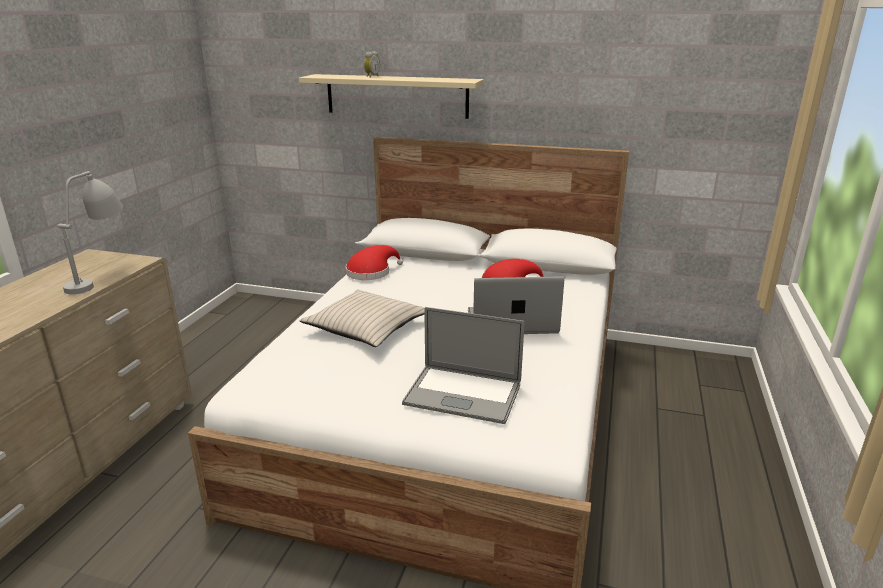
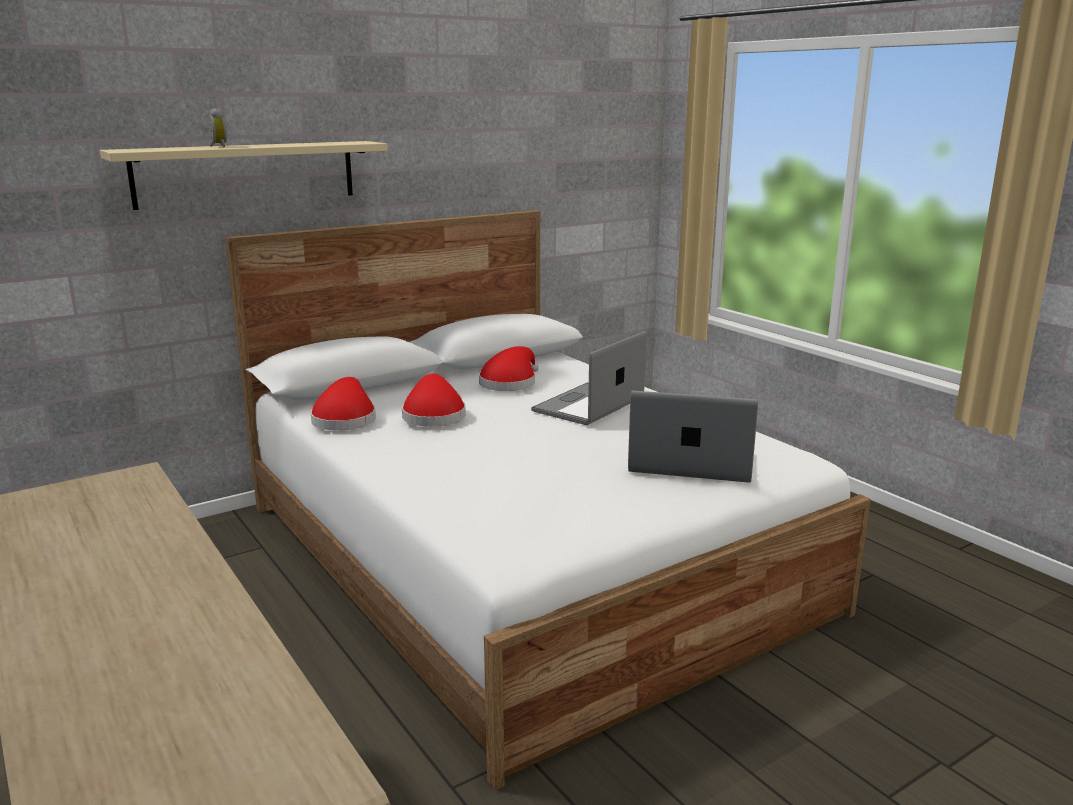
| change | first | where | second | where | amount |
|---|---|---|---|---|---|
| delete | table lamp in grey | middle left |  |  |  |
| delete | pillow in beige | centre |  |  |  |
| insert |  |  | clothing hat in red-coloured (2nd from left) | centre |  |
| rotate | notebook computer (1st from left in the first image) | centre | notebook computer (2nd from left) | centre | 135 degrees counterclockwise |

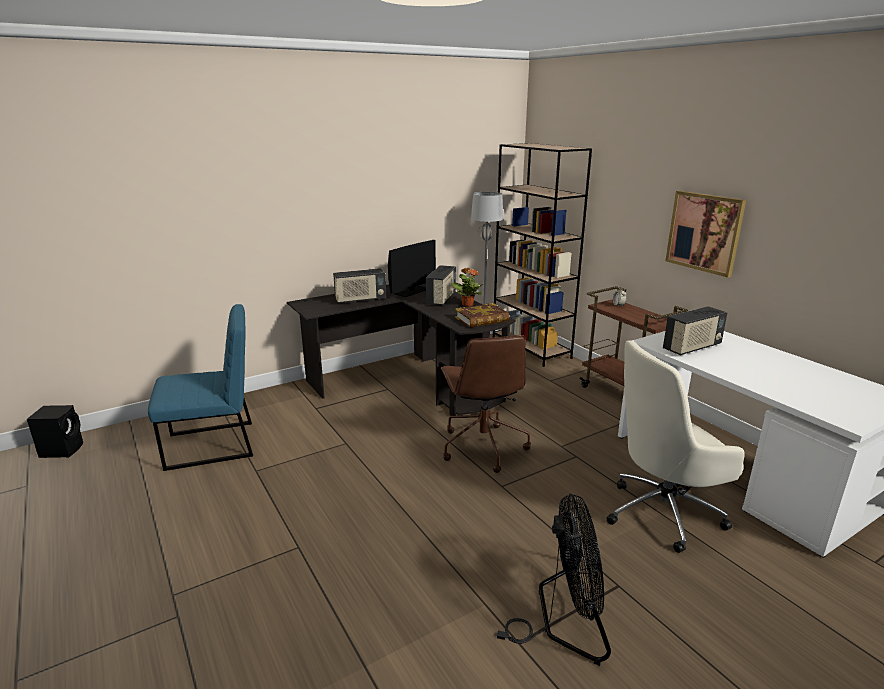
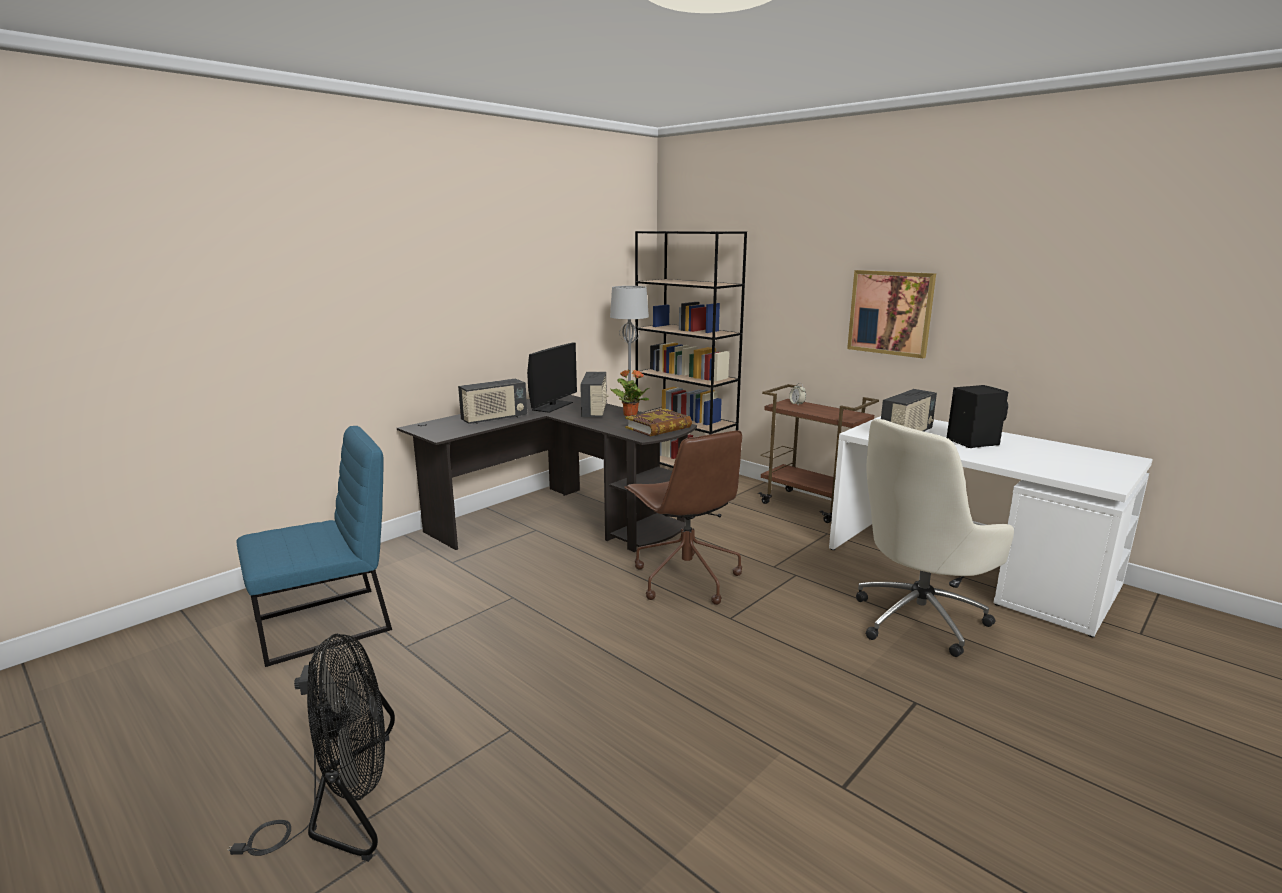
| change | first | where | second | where | amount |
|---|---|---|---|---|---|
| move | audio speaker in black | middle left |  | middle right |  |
| move | electric fan in black | bottom centre |  | bottom left |  |

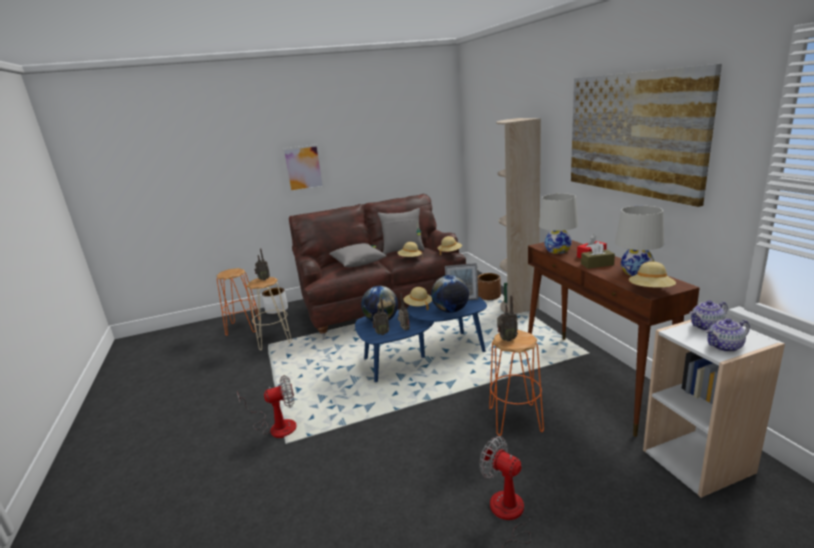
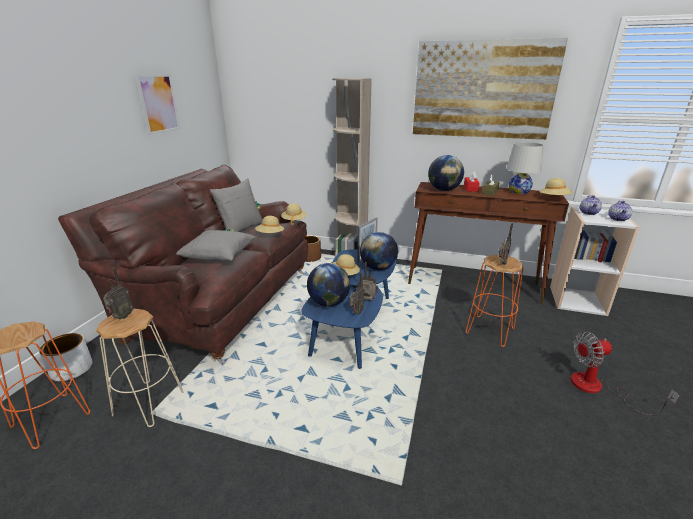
| change | first | where | second | where | amount |
|---|---|---|---|---|---|
| delete | electric fan (1st from left) | bottom left |  |  |  |
| move | wall picture (1st from left) | top centre |  | top left |  |
| replace | table lamp in white-coloured (1st from left) | middle right | desk globe (3rd from left) | centre |  |

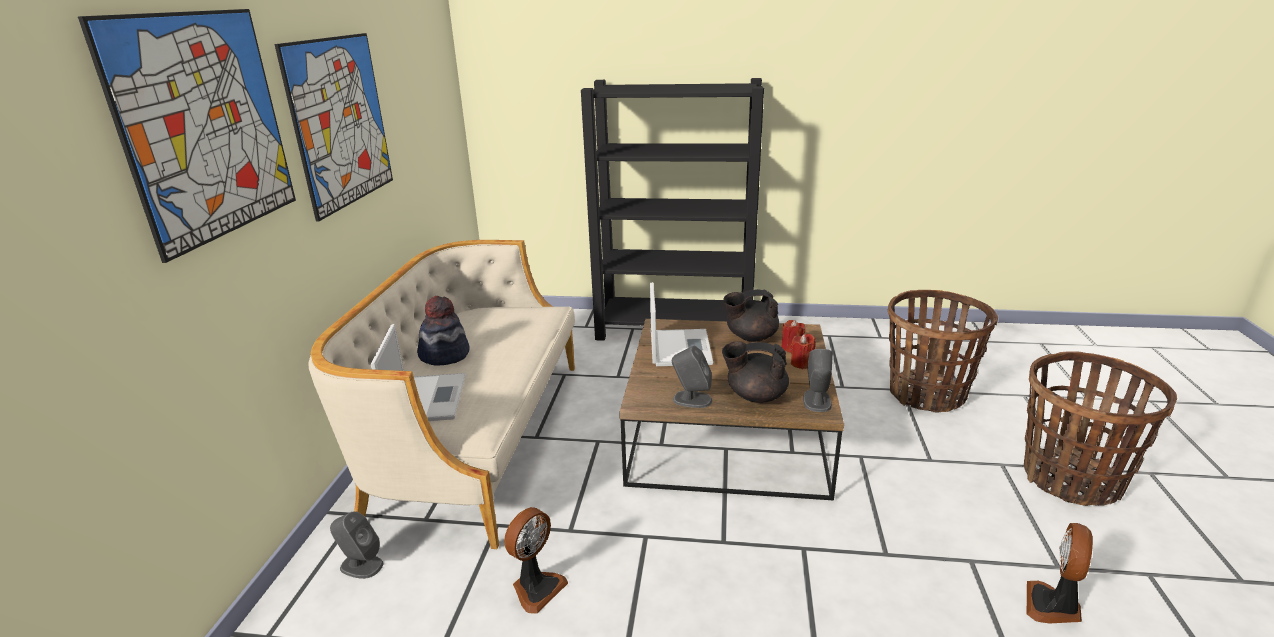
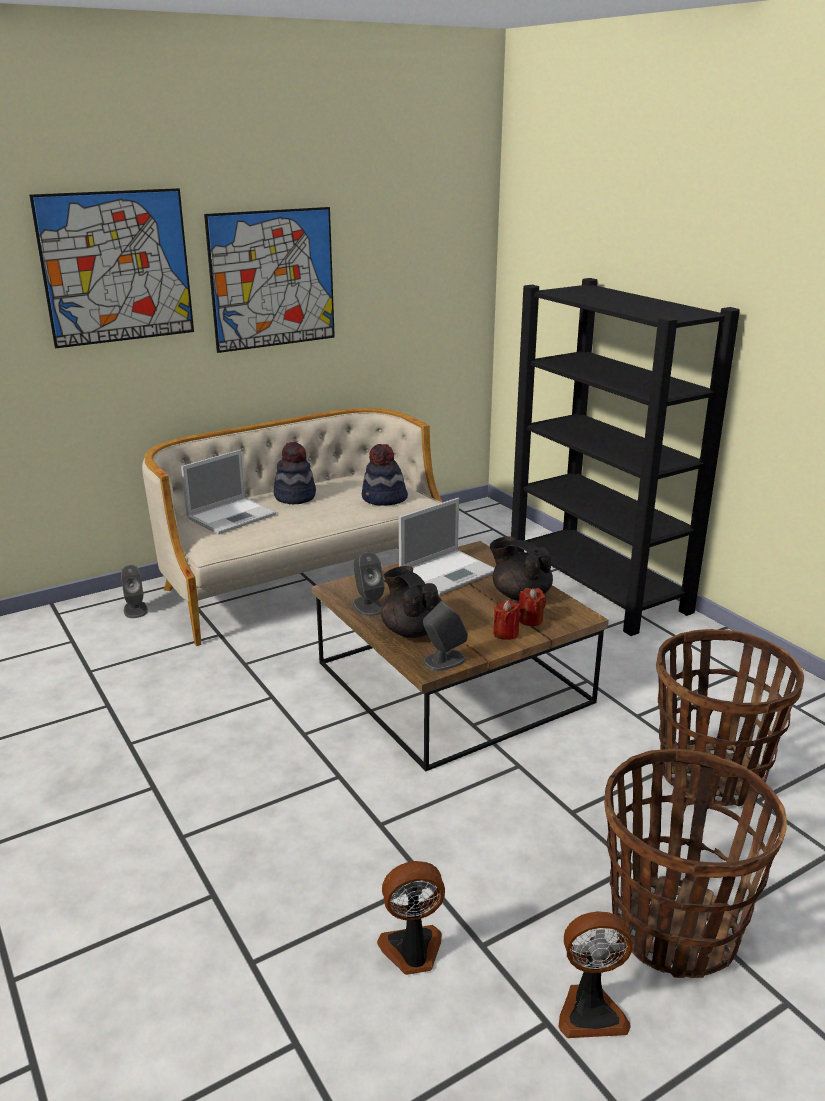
| change | first | where | second | where | amount |
|---|---|---|---|---|---|
| insert |  |  | clothing hat (2nd from left) | centre |  |
| move | electric fan (1st from left in the first image) | bottom centre | electric fan (2nd from left) | bottom right |  |

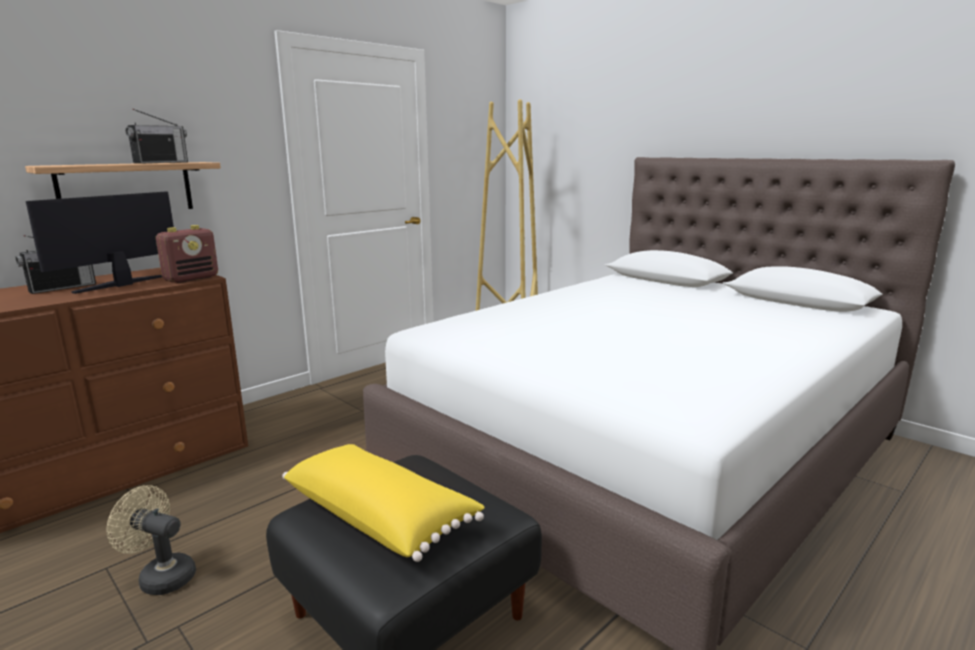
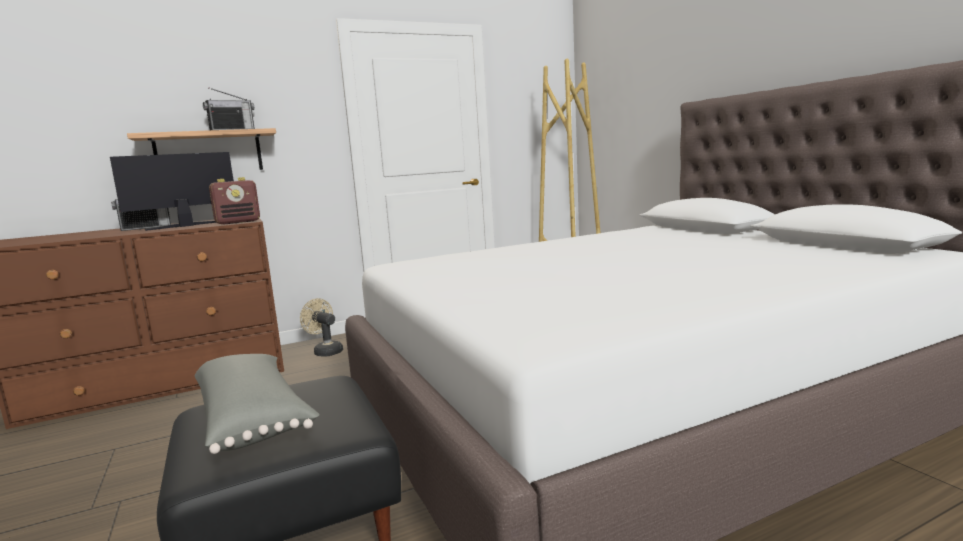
| change | first | where | second | where | amount |
|---|---|---|---|---|---|
| move | electric fan in beige | bottom left |  | centre |  |
| recolor | pillow in yellow-coloured | bottom centre | pillow in grey | bottom left |  |

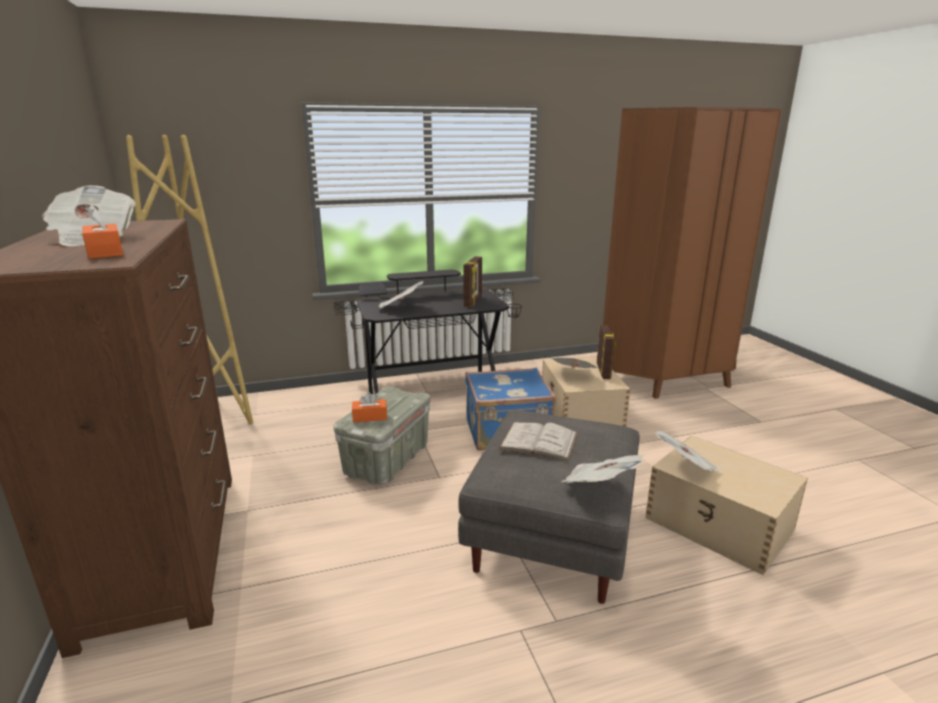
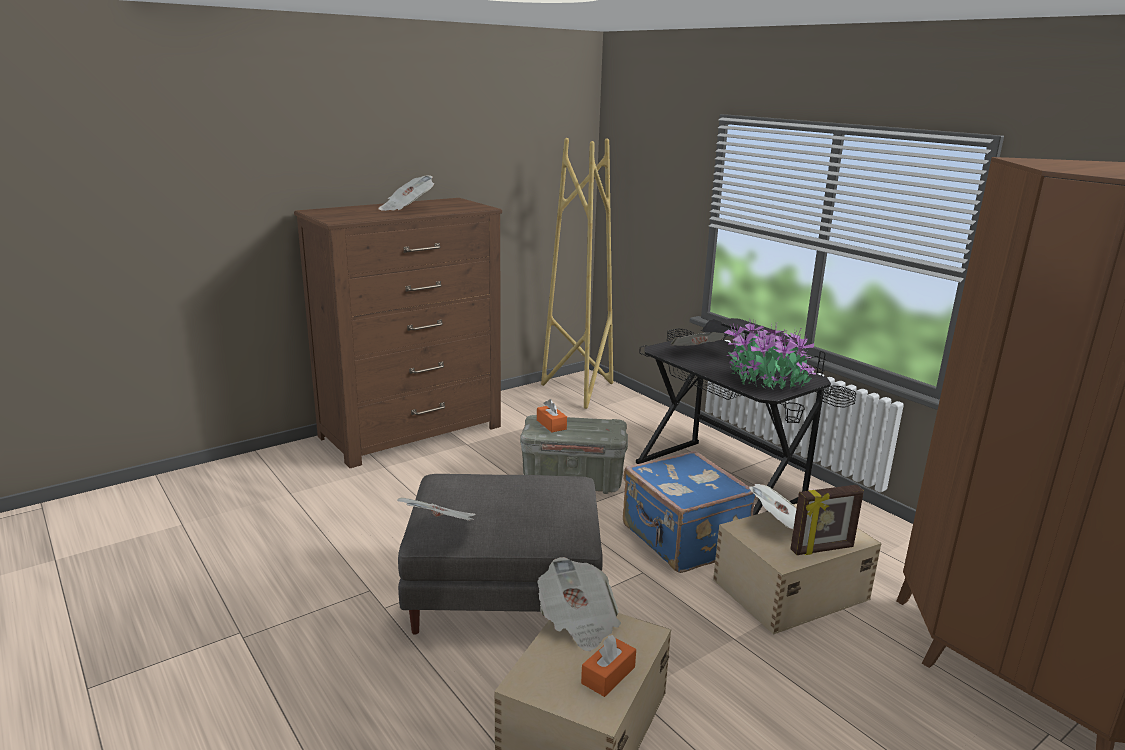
| change | first | where | second | where | amount |
|---|---|---|---|---|---|
| delete | book in white-coloured | centre |  |  |  |
| move | box of tissues in orange (1st from left in the first image) | top left | box of tissues in orange (2nd from left) | bottom centre |  |
| replace | picture frame (1st from left) | centre | plant in a pot | middle right |  |

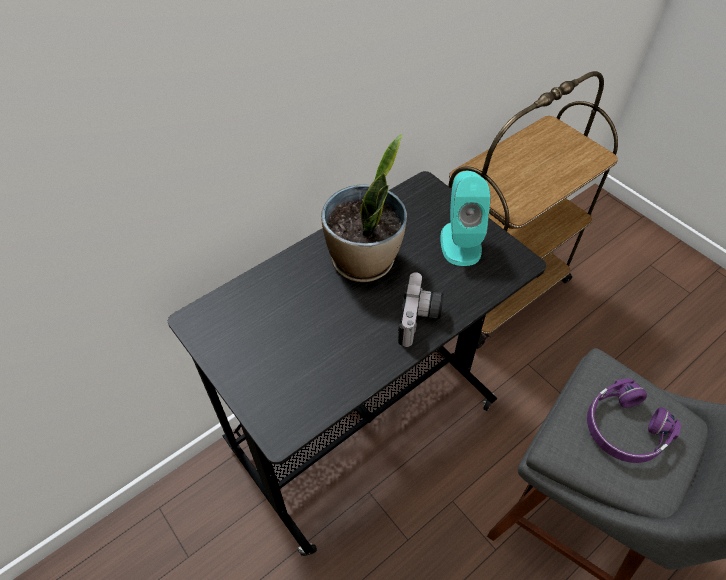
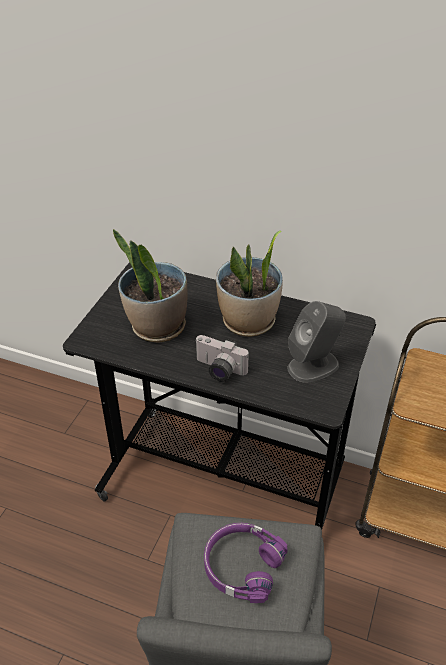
| change | first | where | second | where | amount |
|---|---|---|---|---|---|
| insert |  |  | plant in a pot (1st from left) | centre |  |
| recolor | audio speaker in blue-green | centre | audio speaker in grey | middle right |  |
| rotate | still camera | centre |  | centre | 45 degrees clockwise |

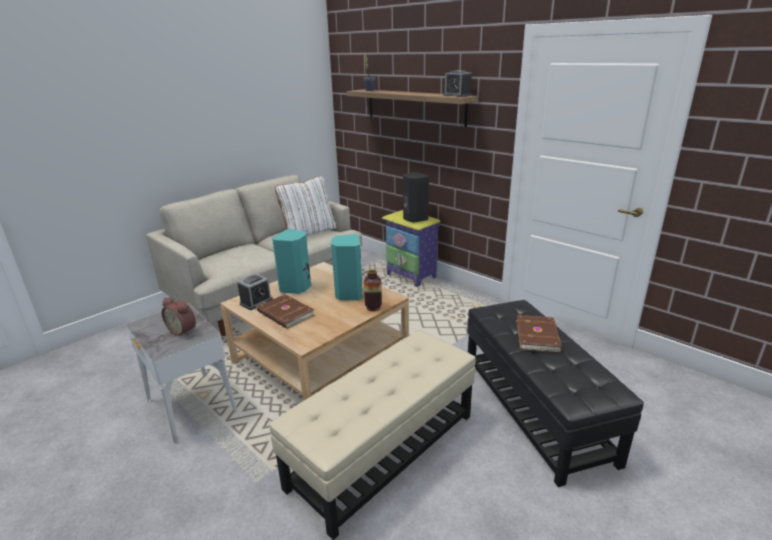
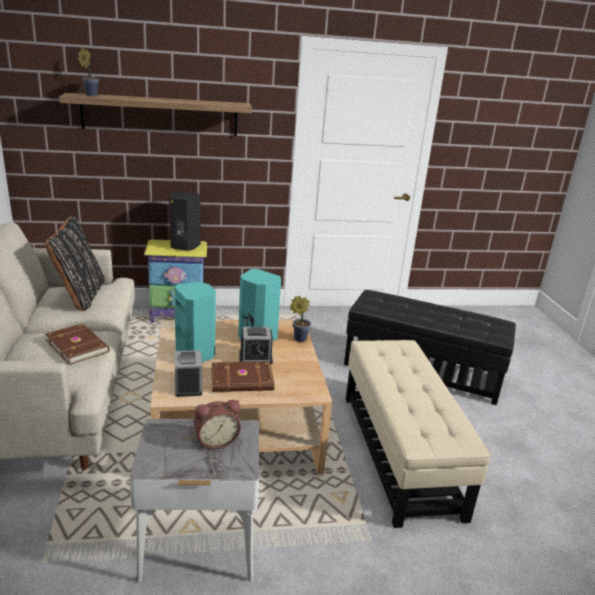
| change | first | where | second | where | amount |
|---|---|---|---|---|---|
| move | alarm clock (3rd from left) | top centre |  | centre |  |
| move | book in brown-coloured (2nd from left in the first image) | middle right | book in brown-coloured (1st from left) | middle left |  |
| replace | flower vase | centre | plant in a pot (2nd from left) | centre |  |
| recolor | pillow in white-coloured | centre | pillow in black | middle left |  |

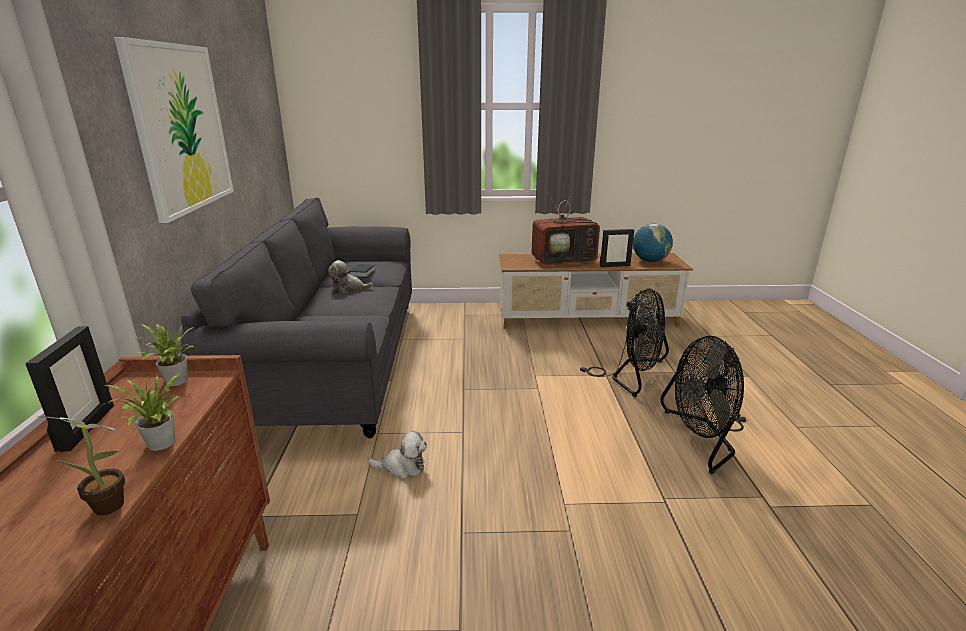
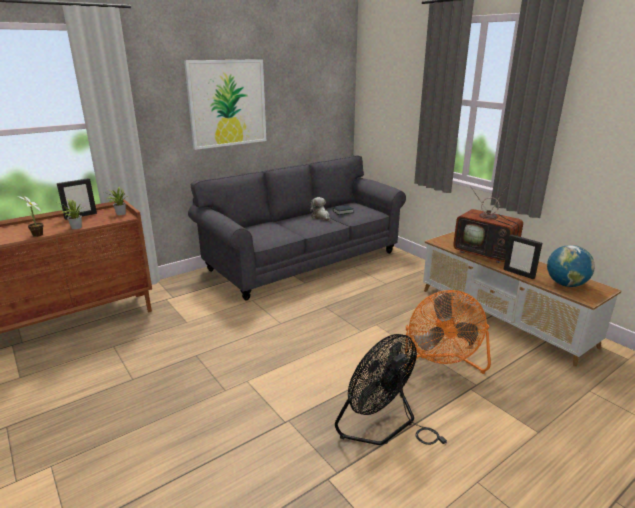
| change | first | where | second | where | amount |
|---|---|---|---|---|---|
| delete | cuddly toy (2nd from left) | bottom centre |  |  |  |
| recolor | electric fan in black (1st from left) | centre | electric fan in orange | middle right |  |

